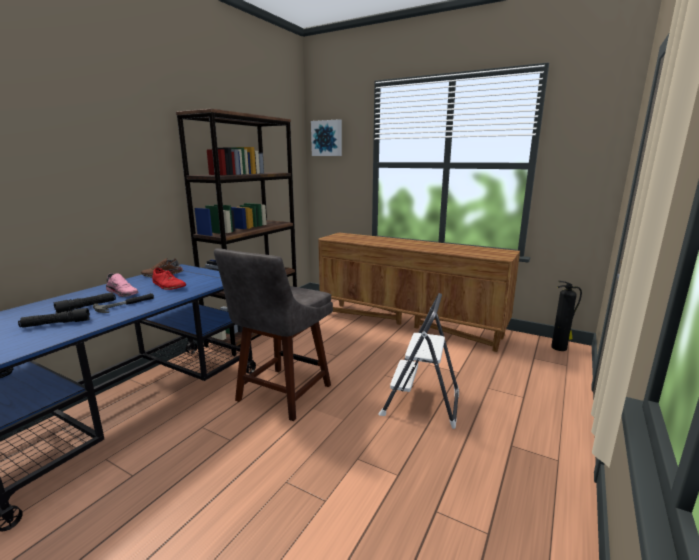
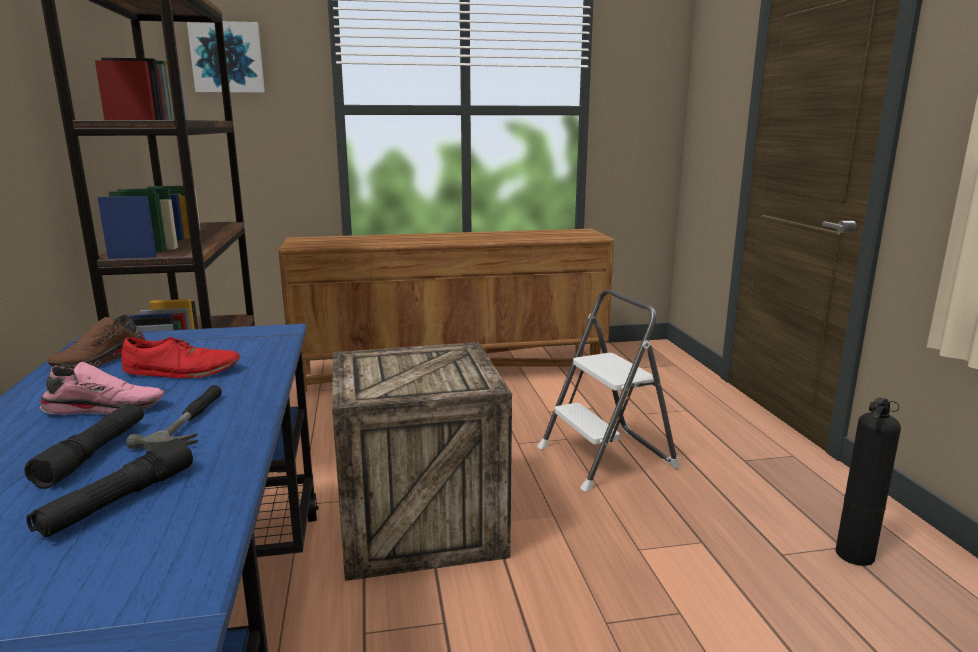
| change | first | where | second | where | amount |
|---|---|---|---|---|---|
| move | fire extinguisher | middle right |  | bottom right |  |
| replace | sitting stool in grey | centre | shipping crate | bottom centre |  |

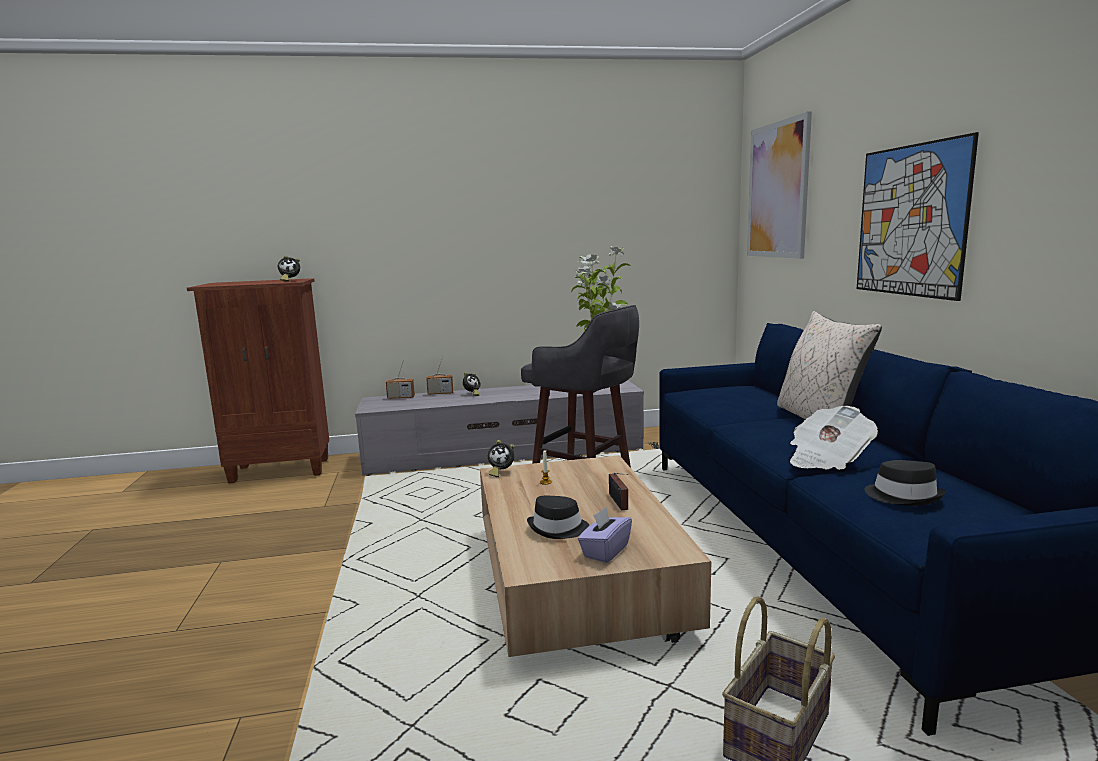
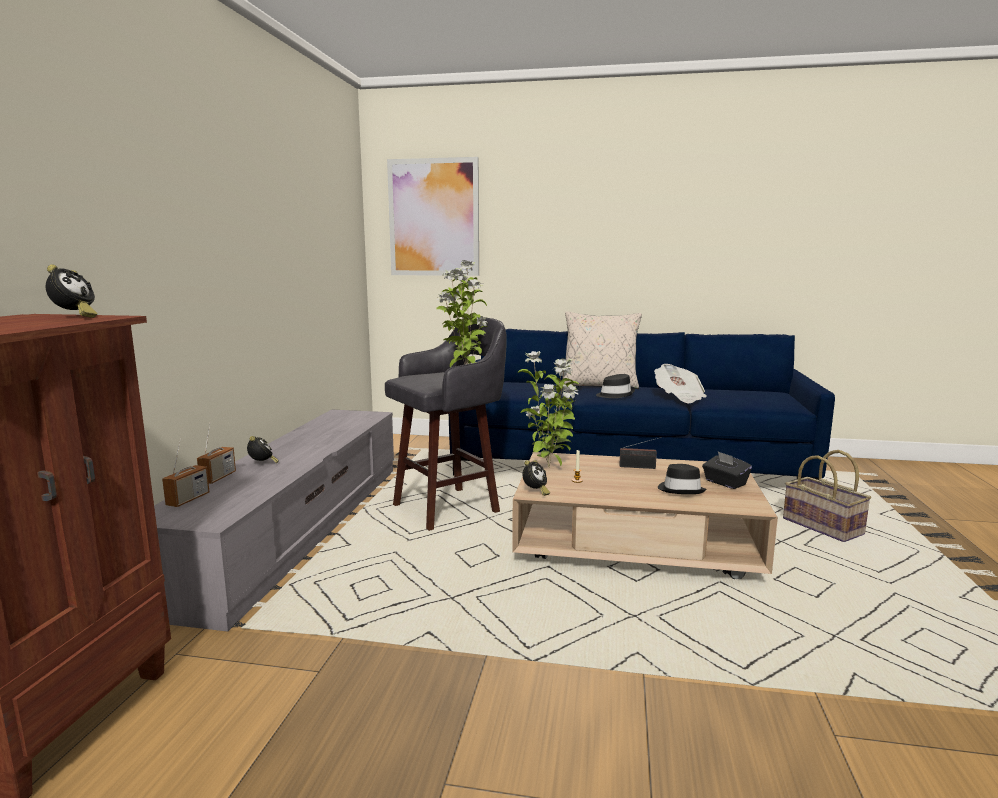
| change | first | where | second | where | amount |
|---|---|---|---|---|---|
| delete | wall picture (2nd from left) | top right |  |  |  |
| insert |  |  | plant in a pot (2nd from left) | centre |  |
| move | clothing hat in black (2nd from left in the first image) | middle right | clothing hat in black (1st from left) | centre |  |
| recolor | box of tissues in purple | bottom centre | box of tissues in black | middle right |  |

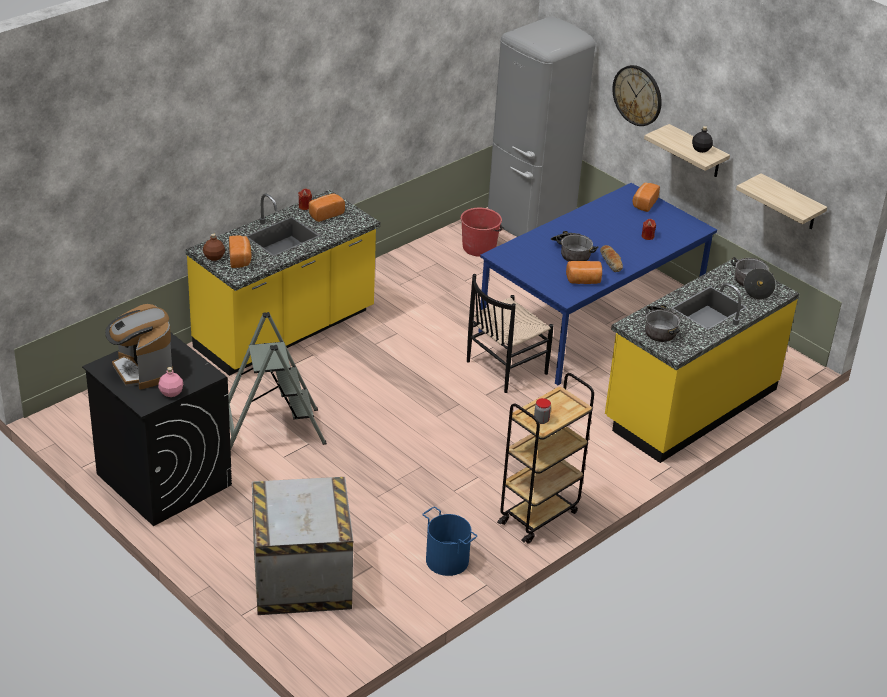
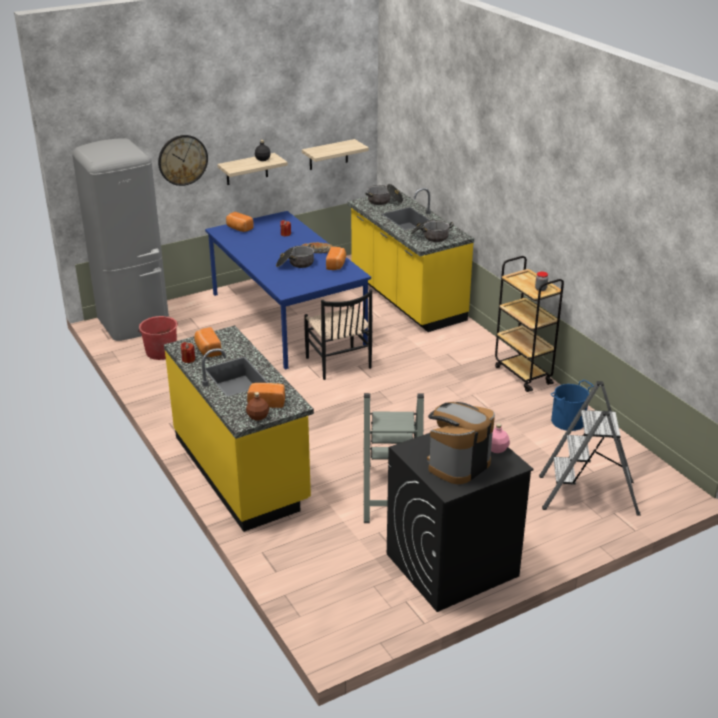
| change | first | where | second | where | amount |
|---|---|---|---|---|---|
| replace | shipping crate | bottom centre | stepladder in grey (2nd from left) | middle right |  |
| rotate | coffee brewer | middle left |  | centre | 150 degrees clockwise |

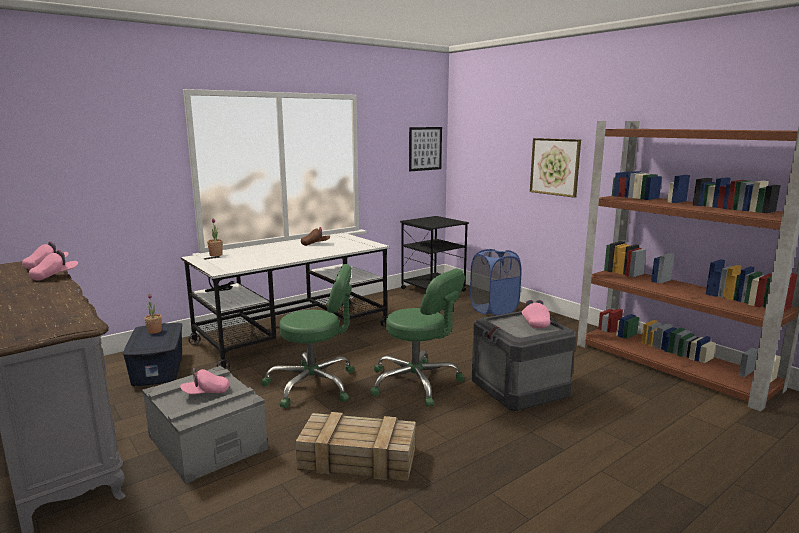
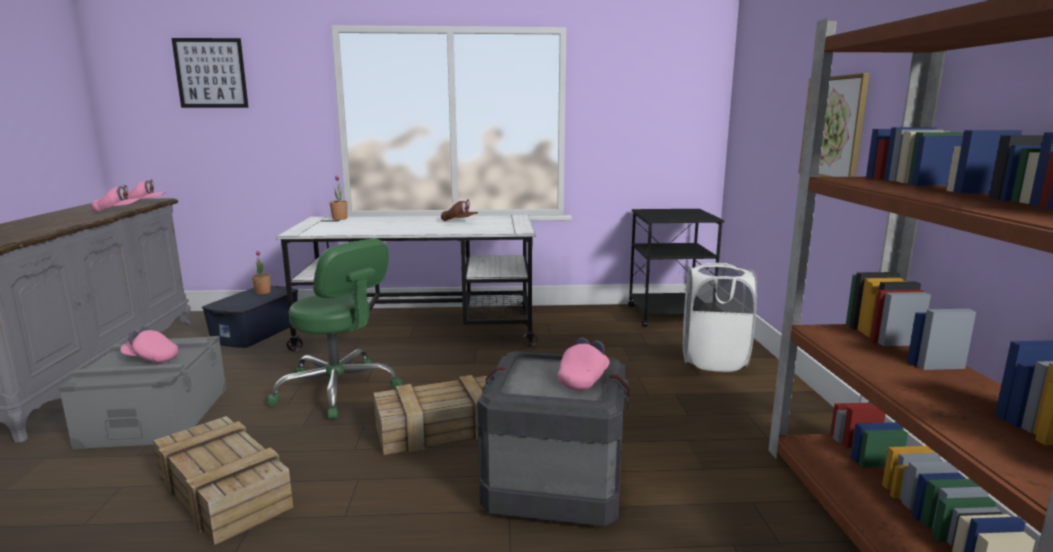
| change | first | where | second | where | amount |
|---|---|---|---|---|---|
| move | wall picture (1st from left) | top centre |  | top left |  |
| replace | office chair in green (2nd from left) | centre | shipping crate (2nd from left) | bottom centre |  |
| recolor | laundry basket in blue | centre | laundry basket in white-coloured | middle right |  |

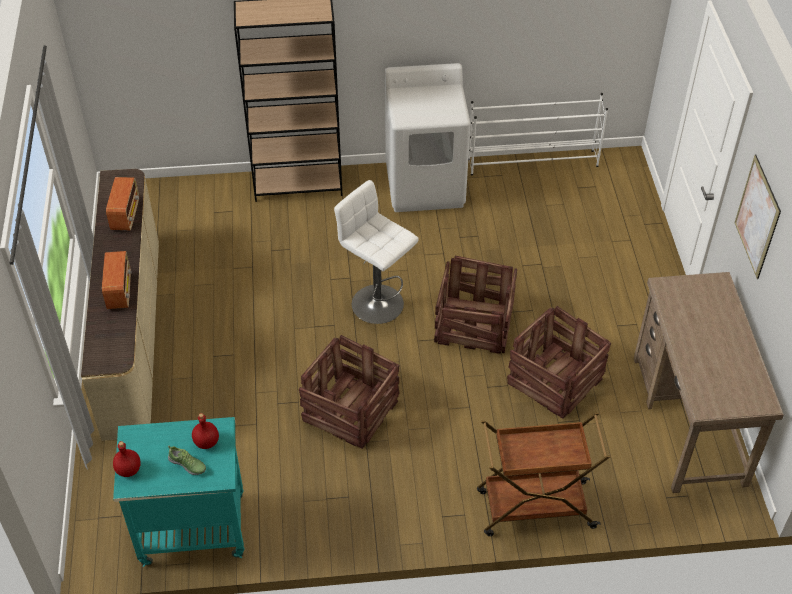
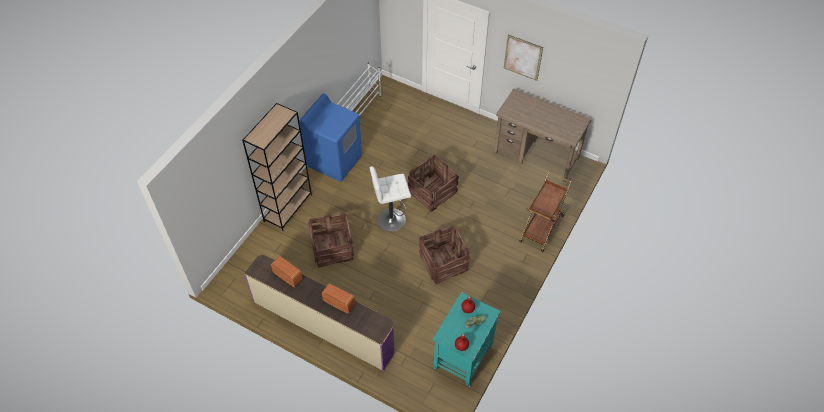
| change | first | where | second | where | amount |
|---|---|---|---|---|---|
| move | shipping crate (3rd from left in the first image) | middle right | shipping crate (1st from left) | centre |  |
| recolor | cupboard in beige | middle left | cupboard in purple | bottom centre |  |
| recolor | washing machine in white-coloured | top centre | washing machine in blue | top centre |  |

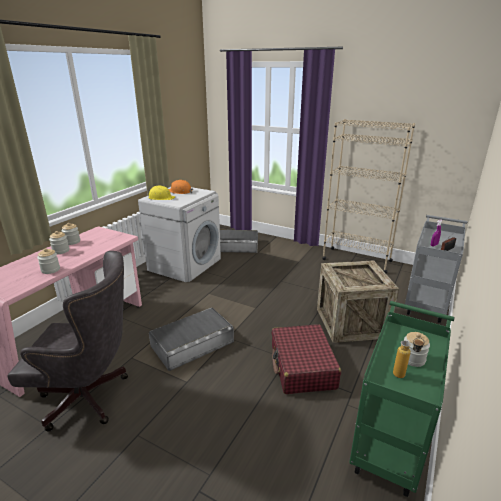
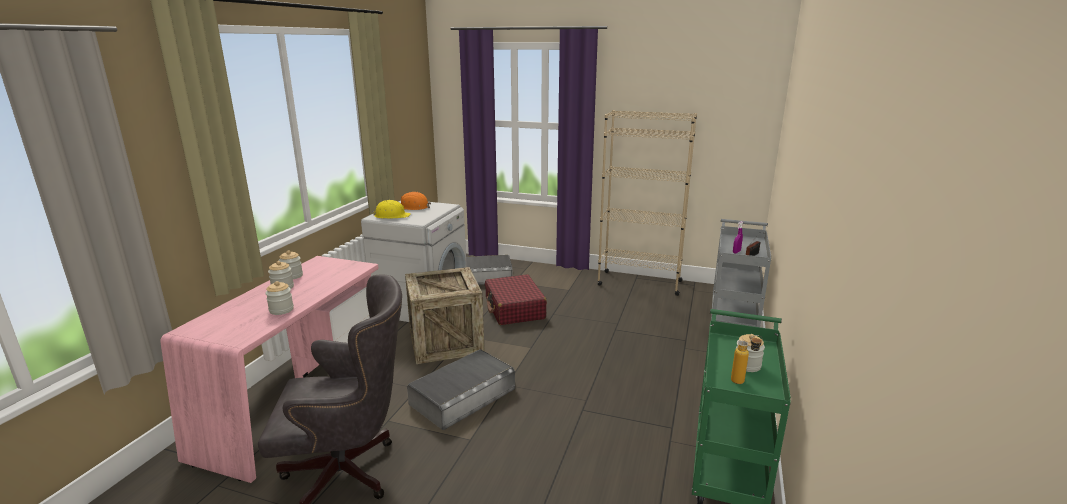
| change | first | where | second | where | amount |
|---|---|---|---|---|---|
| move | travel case in red-coloured | bottom centre |  | centre |  |
| move | shipping crate | middle right |  | centre |  |

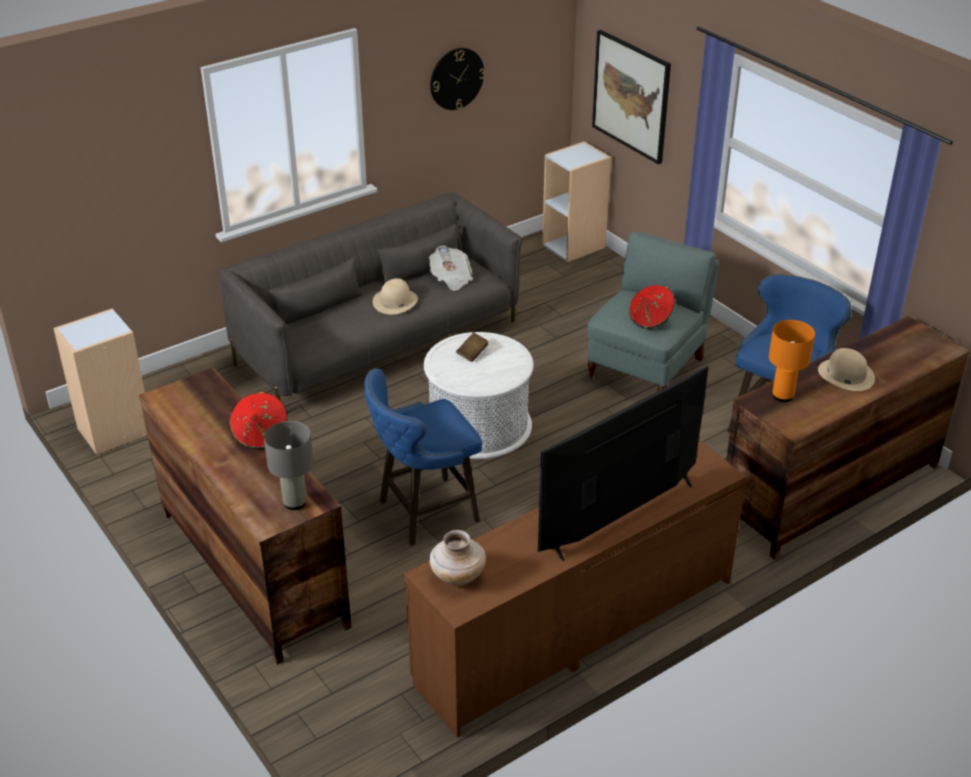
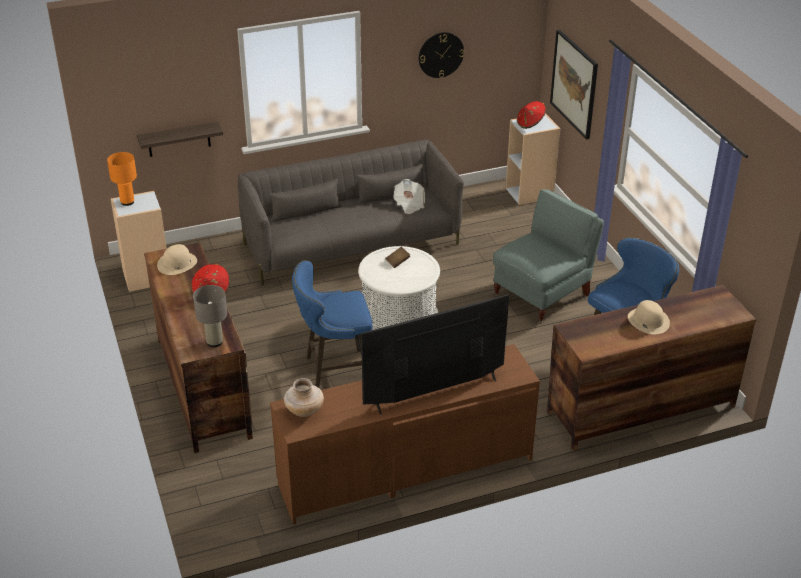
| change | first | where | second | where | amount |
|---|---|---|---|---|---|
| insert |  |  | shelf | top left |  |
| move | clothing hat in beige (1st from left) | centre |  | middle left |  |
| move | clothing hat in red-coloured (2nd from left) | middle right |  | top centre |  |
| move | table lamp in orange | middle right |  | top left |  |

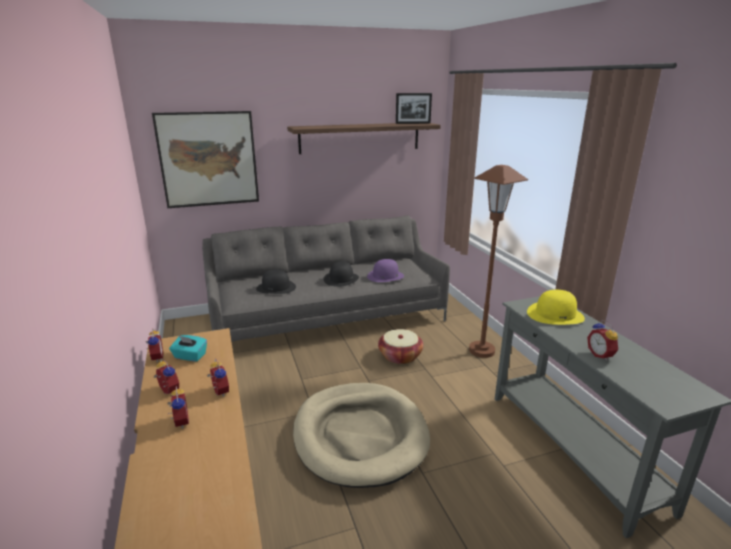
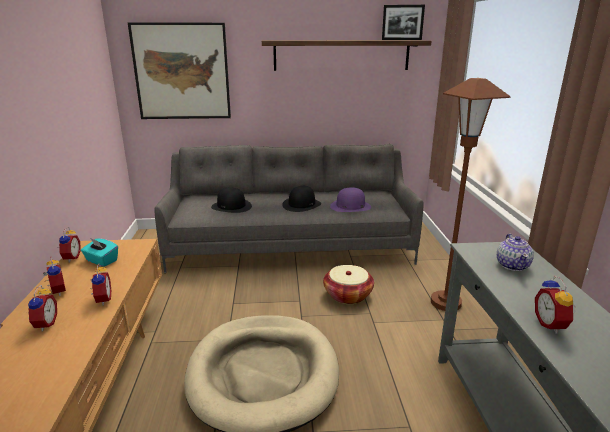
| change | first | where | second | where | amount |
|---|---|---|---|---|---|
| replace | clothing hat in yellow-coloured | middle right | pot for tea | middle right |  |

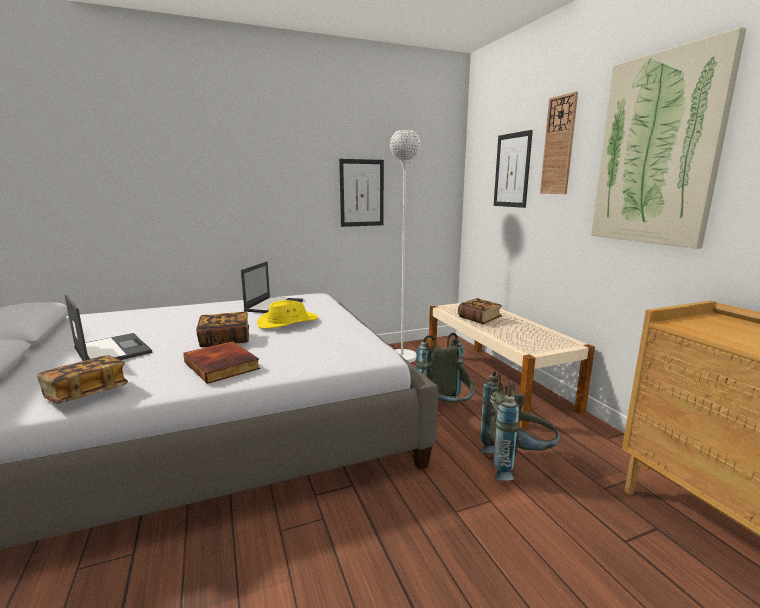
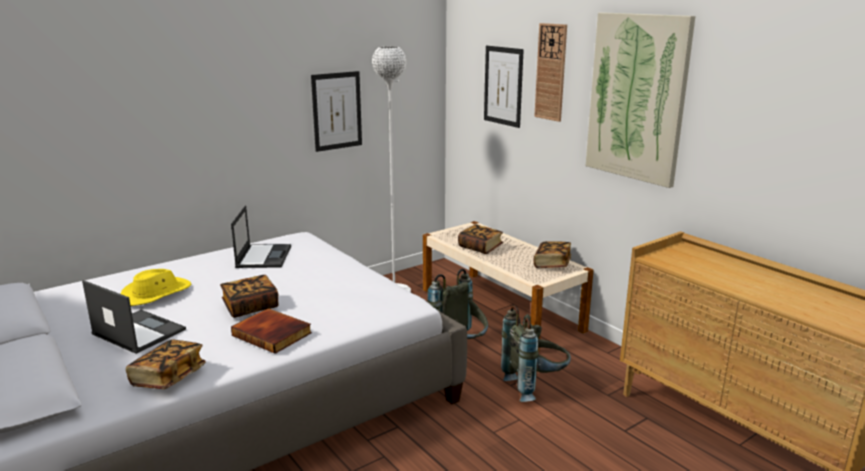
| change | first | where | second | where | amount |
|---|---|---|---|---|---|
| insert |  |  | book (5th from left) | centre |  |
| move | clothing hat in yellow-coloured | centre |  | middle left |  |

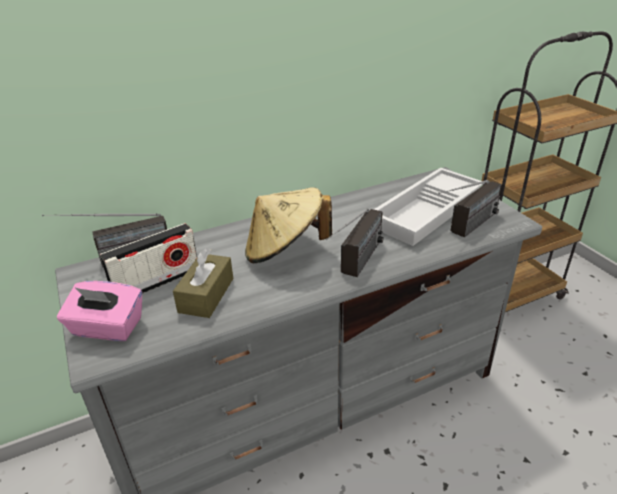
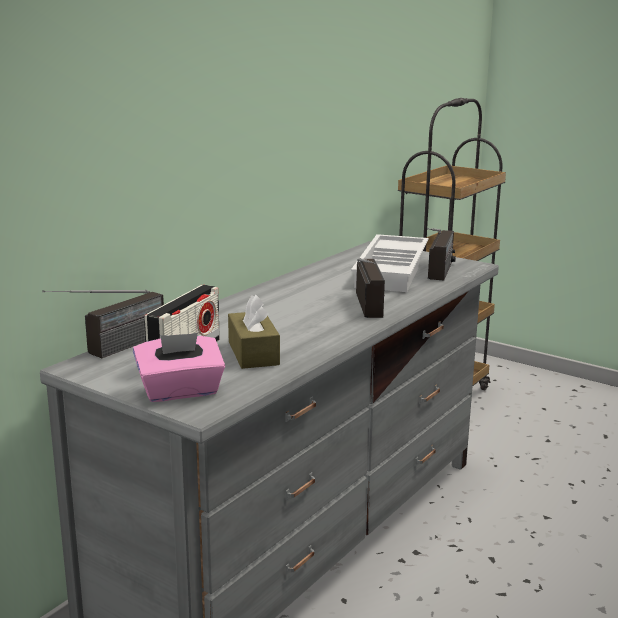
| change | first | where | second | where | amount |
|---|---|---|---|---|---|
| delete | clothing hat in beige | centre |  |  |  |

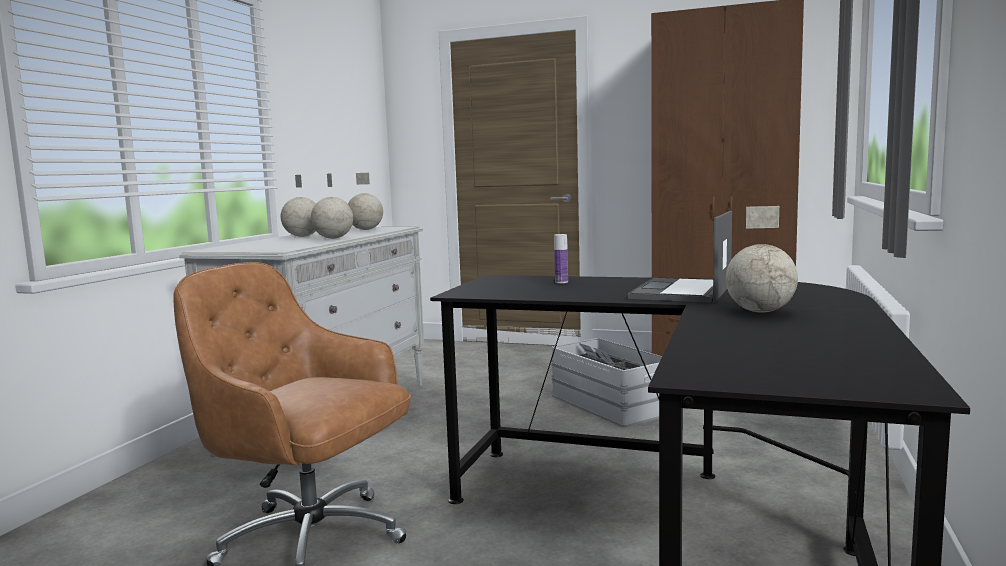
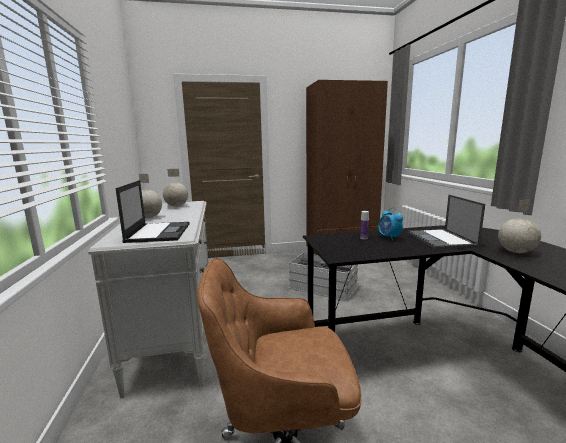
| change | first | where | second | where | amount |
|---|---|---|---|---|---|
| delete | desk globe (2nd from left) | middle left |  |  |  |
| insert |  |  | notebook computer (1st from left) | middle left |  |
| insert |  |  | alarm clock | middle right |  |

